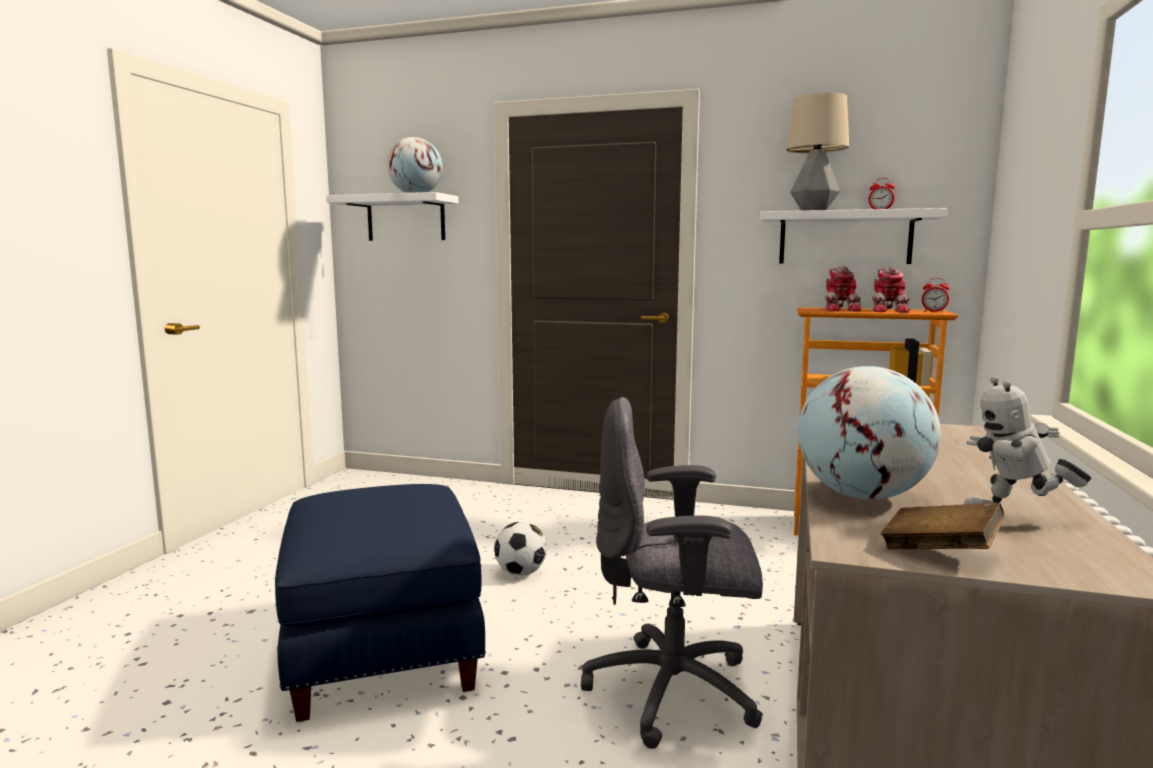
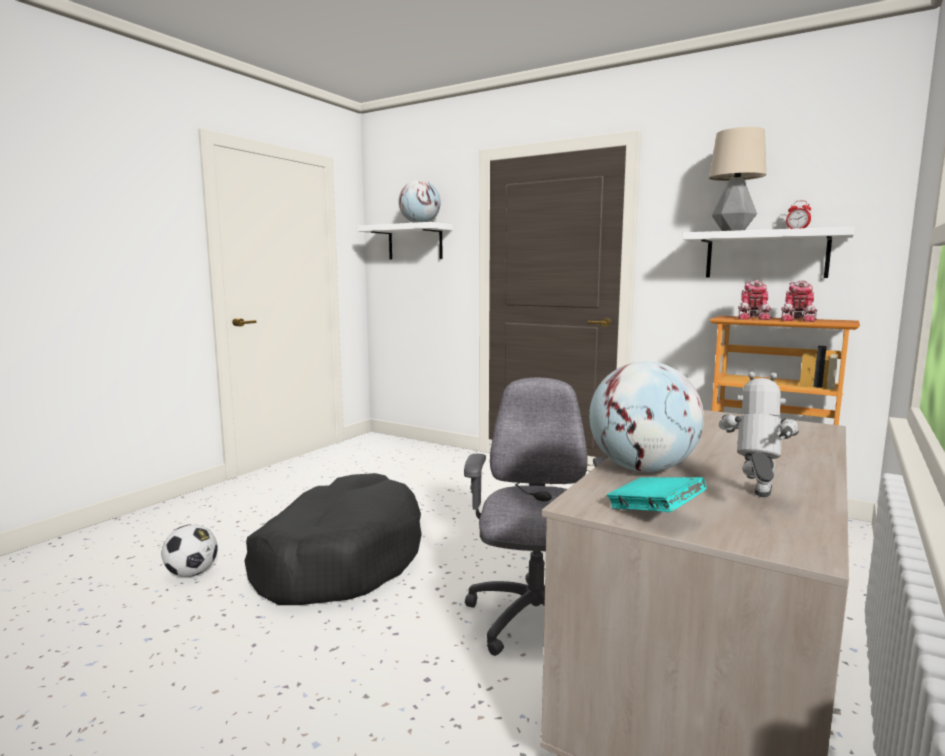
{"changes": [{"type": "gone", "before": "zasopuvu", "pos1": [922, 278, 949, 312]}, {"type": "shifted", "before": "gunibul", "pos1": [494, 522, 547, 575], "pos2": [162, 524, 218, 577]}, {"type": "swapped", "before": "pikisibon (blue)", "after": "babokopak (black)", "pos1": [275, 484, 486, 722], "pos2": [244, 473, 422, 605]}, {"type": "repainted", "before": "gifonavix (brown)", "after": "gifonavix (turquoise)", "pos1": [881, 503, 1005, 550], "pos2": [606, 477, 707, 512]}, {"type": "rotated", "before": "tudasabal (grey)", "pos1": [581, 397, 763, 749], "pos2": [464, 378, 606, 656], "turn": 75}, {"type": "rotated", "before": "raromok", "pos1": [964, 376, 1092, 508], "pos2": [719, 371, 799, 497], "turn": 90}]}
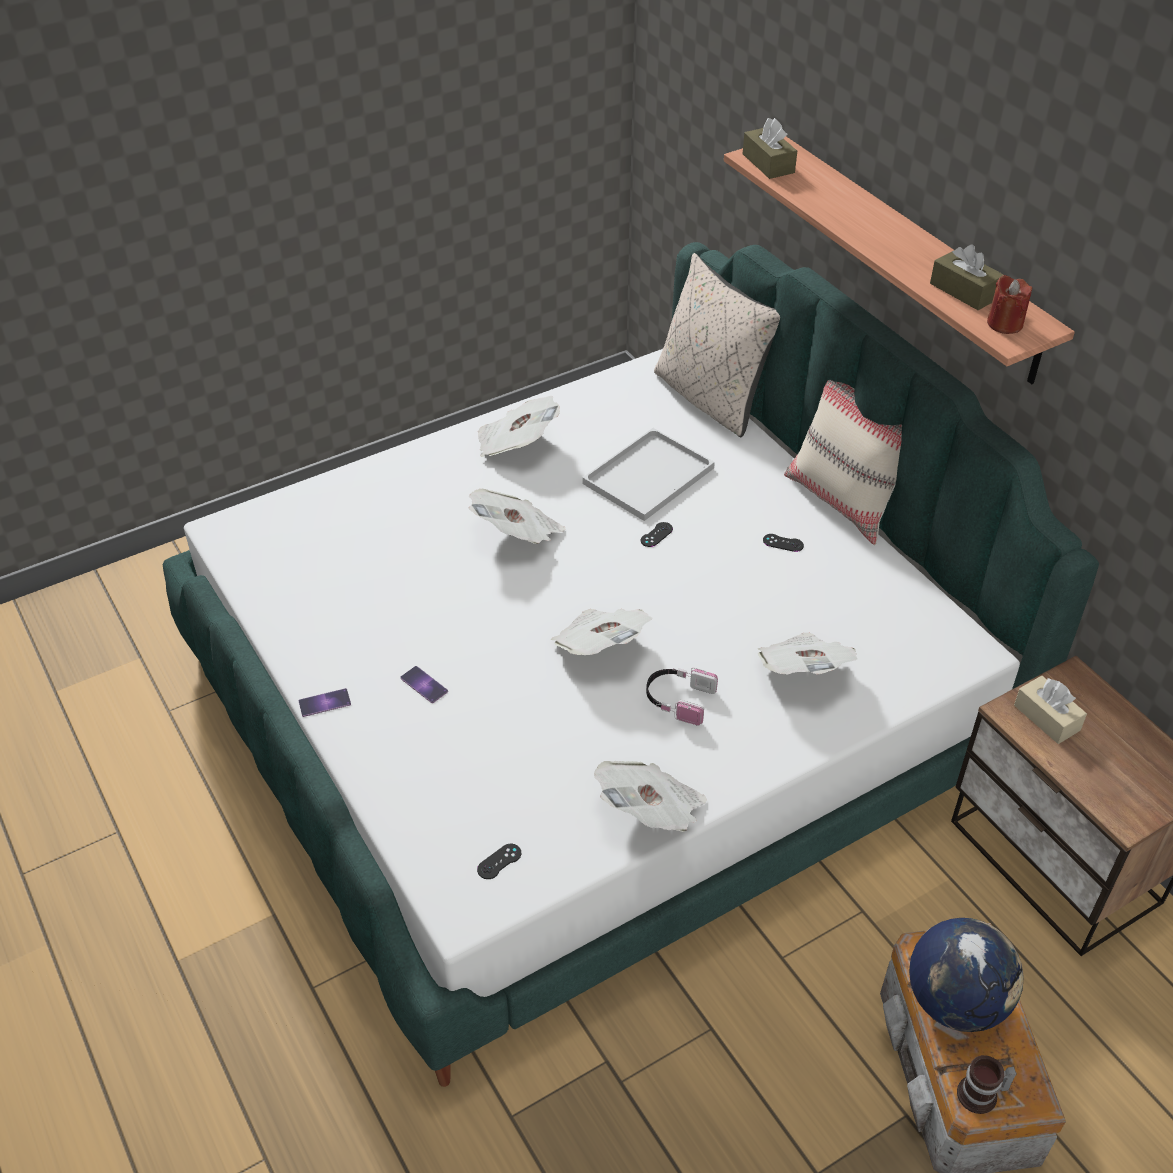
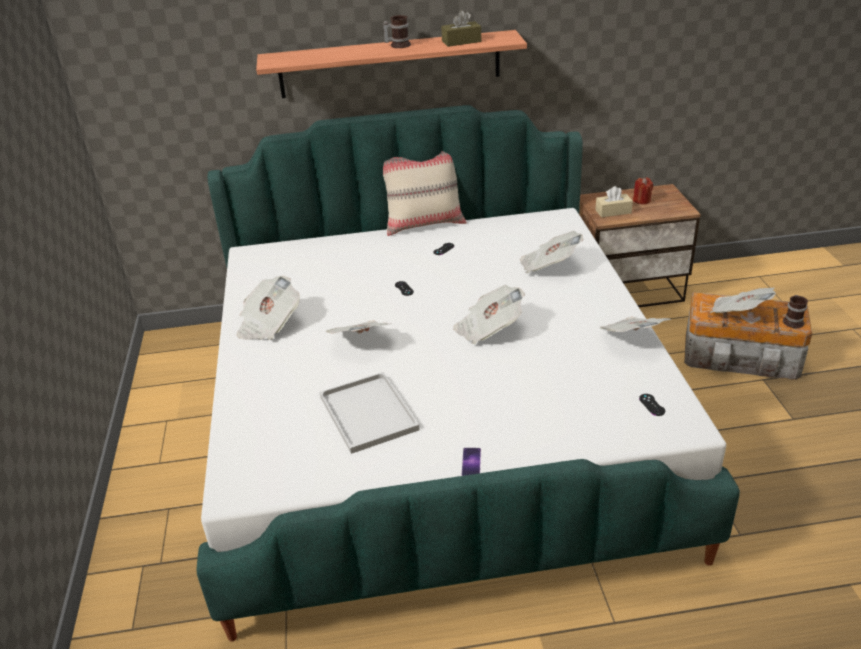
{"changes": [{"type": "gone", "before": "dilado", "pos1": [400, 666, 448, 703]}, {"type": "gone", "before": "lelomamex", "pos1": [646, 668, 718, 726]}, {"type": "gone", "before": "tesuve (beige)", "pos1": [654, 253, 780, 437]}, {"type": "gone", "before": "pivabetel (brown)", "pos1": [743, 118, 797, 179]}, {"type": "new", "after": "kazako", "pos2": [383, 15, 411, 48]}, {"type": "shifted", "before": "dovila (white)", "pos1": [583, 428, 715, 521], "pos2": [319, 372, 420, 454]}, {"type": "shifted", "before": "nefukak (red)", "pos1": [987, 275, 1032, 334], "pos2": [633, 178, 653, 204]}, {"type": "swapped", "before": "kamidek", "after": "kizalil", "pos1": [909, 918, 1024, 1032], "pos2": [710, 288, 776, 313]}]}
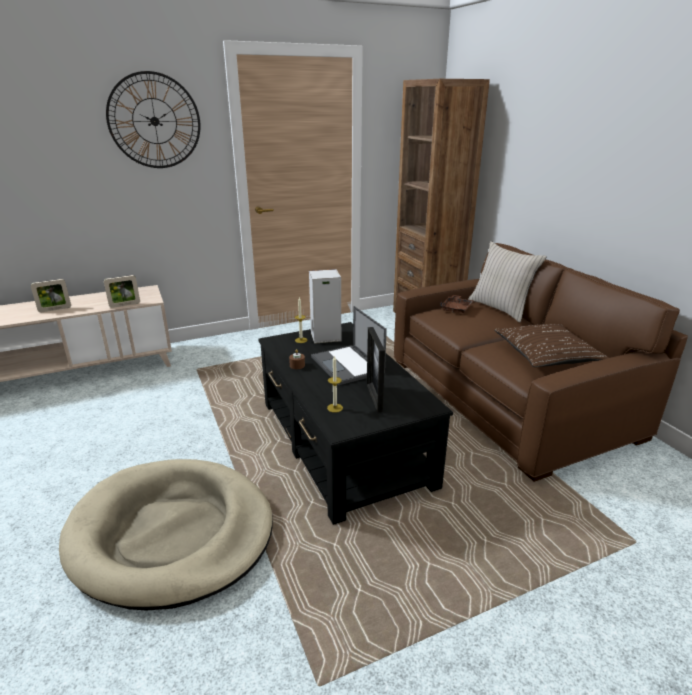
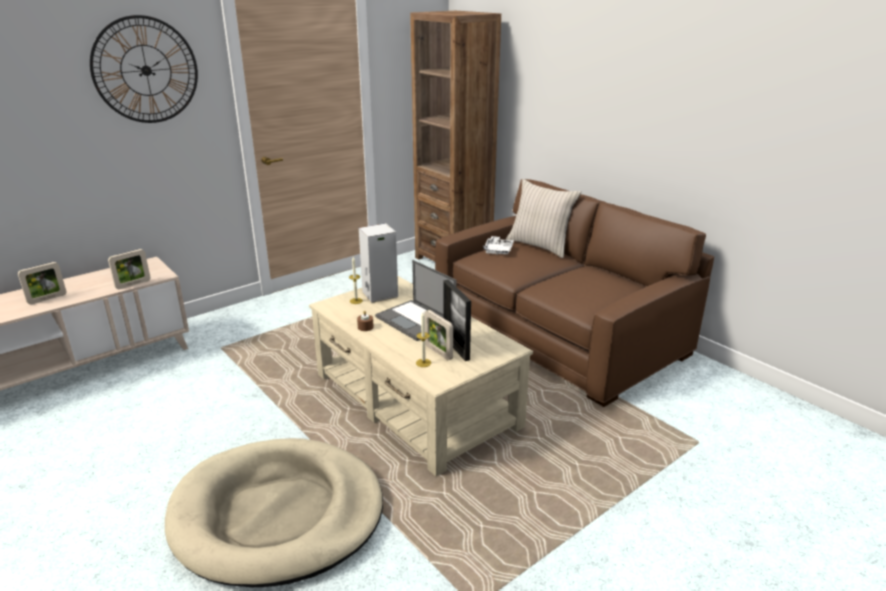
{"changes": [{"type": "gone", "before": "tesuve (brown)", "pos1": [494, 324, 609, 367]}, {"type": "new", "after": "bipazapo", "pos2": [424, 310, 453, 360]}, {"type": "repainted", "before": "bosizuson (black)", "after": "bosizuson (beige)", "pos1": [258, 322, 453, 525], "pos2": [309, 276, 533, 476]}, {"type": "repainted", "before": "dovila (brown)", "after": "dovila (white)", "pos1": [440, 295, 474, 313], "pos2": [483, 236, 514, 255]}]}
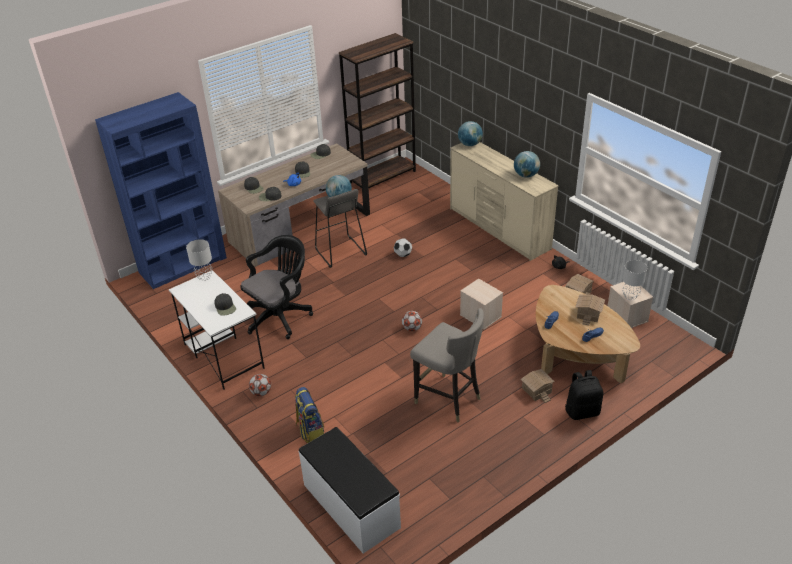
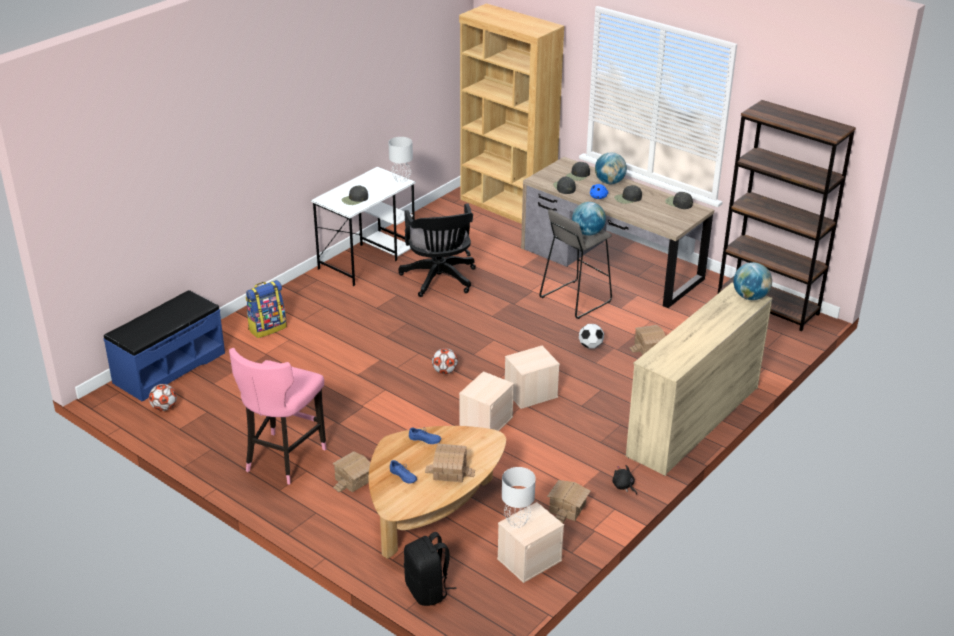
{"changes": [{"type": "gone", "before": "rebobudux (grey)", "pos1": [410, 308, 484, 422]}, {"type": "new", "after": "rebobudux (pink)", "pos2": [229, 348, 327, 484]}, {"type": "new", "after": "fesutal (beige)", "pos2": [505, 346, 560, 409]}, {"type": "new", "after": "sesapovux", "pos2": [630, 325, 666, 355]}, {"type": "shifted", "before": "gunibul", "pos1": [249, 374, 271, 396], "pos2": [149, 384, 177, 411]}, {"type": "shifted", "before": "kamidek", "pos1": [514, 151, 540, 178], "pos2": [595, 152, 627, 184]}, {"type": "shifted", "before": "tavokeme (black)", "pos1": [565, 370, 604, 420], "pos2": [404, 532, 456, 606]}, {"type": "repainted", "before": "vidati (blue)", "after": "vidati (brown)", "pos1": [95, 92, 227, 289], "pos2": [459, 4, 564, 224]}, {"type": "repainted", "before": "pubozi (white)", "after": "pubozi (blue)", "pos1": [299, 427, 401, 554], "pos2": [104, 290, 225, 402]}, {"type": "rotated", "before": "tudasabal (black)", "pos1": [240, 235, 313, 339], "pos2": [398, 204, 476, 297], "turn": 45}]}
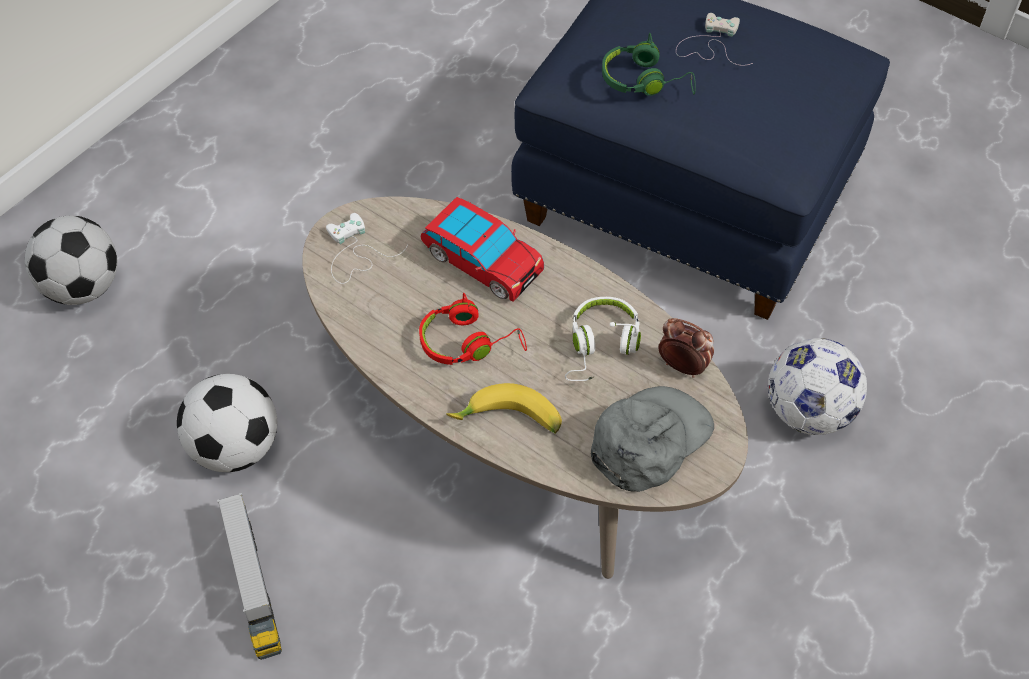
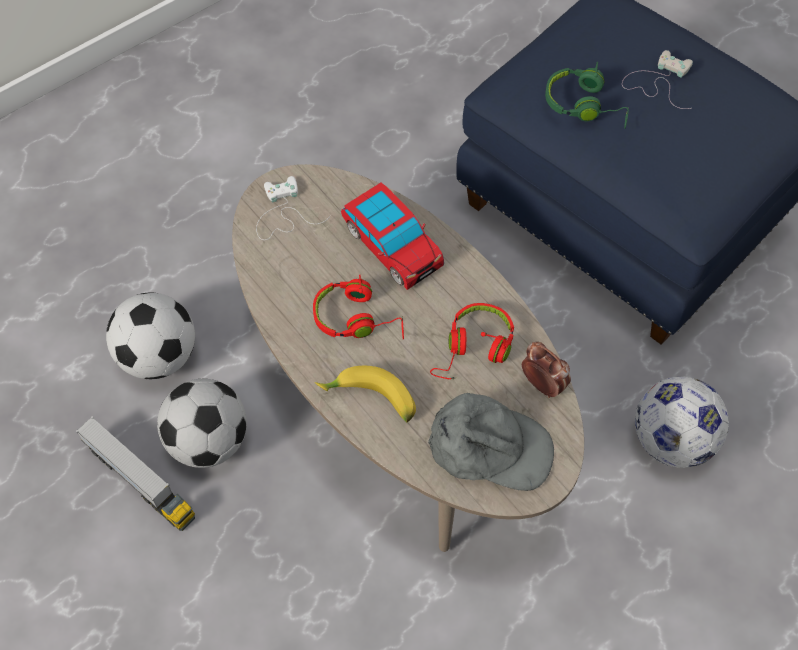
{"changes": [{"type": "shifted", "before": "gunibul", "pos1": [25, 216, 117, 305], "pos2": [157, 379, 247, 468]}, {"type": "repainted", "before": "lelomamex (white)", "after": "lelomamex (red)", "pos1": [565, 297, 641, 381], "pos2": [430, 303, 514, 379]}, {"type": "rotated", "before": "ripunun", "pos1": [217, 493, 282, 660], "pos2": [76, 416, 195, 531], "turn": -45}, {"type": "rotated", "before": "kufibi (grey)", "pos1": [591, 386, 714, 492], "pos2": [428, 393, 554, 491], "turn": 45}]}
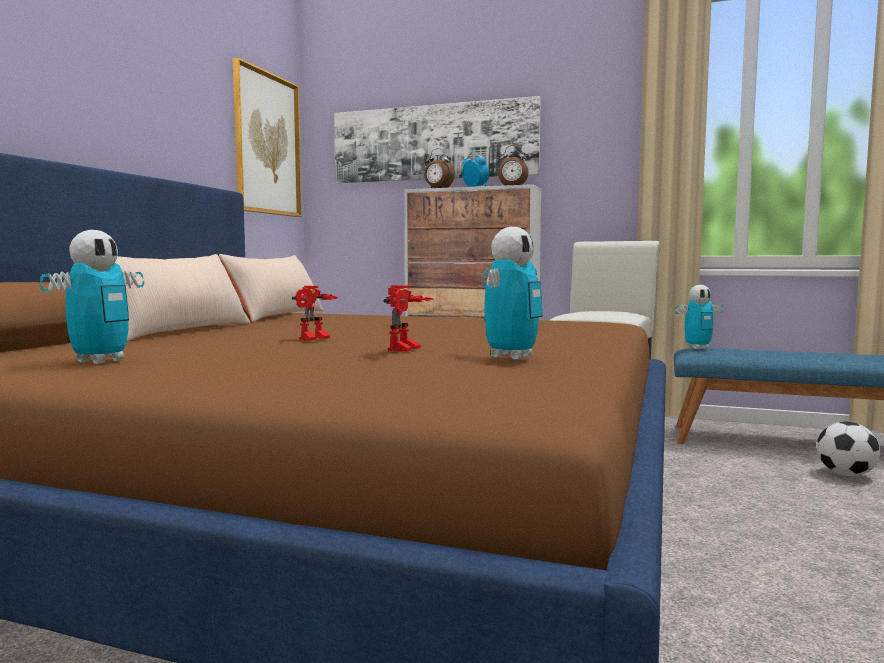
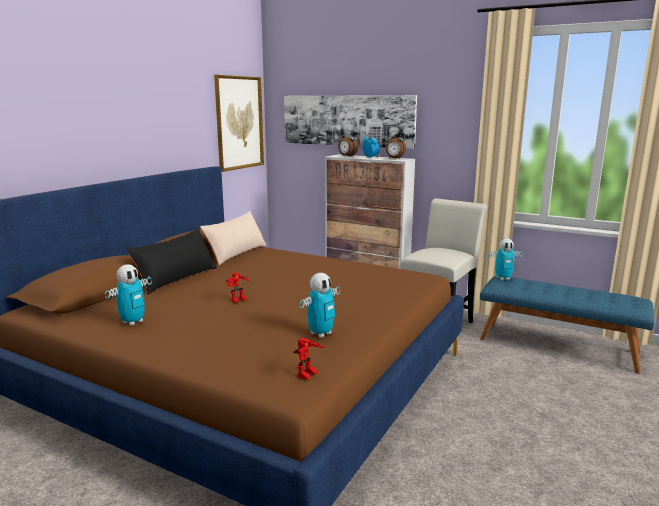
{"changes": [{"type": "gone", "before": "gunibul", "pos1": [817, 421, 880, 477]}, {"type": "shifted", "before": "raromok", "pos1": [384, 285, 434, 352], "pos2": [294, 338, 325, 380]}, {"type": "repainted", "before": "tesuve (beige)", "after": "tesuve (black)", "pos1": [115, 254, 251, 342], "pos2": [126, 228, 217, 295]}]}
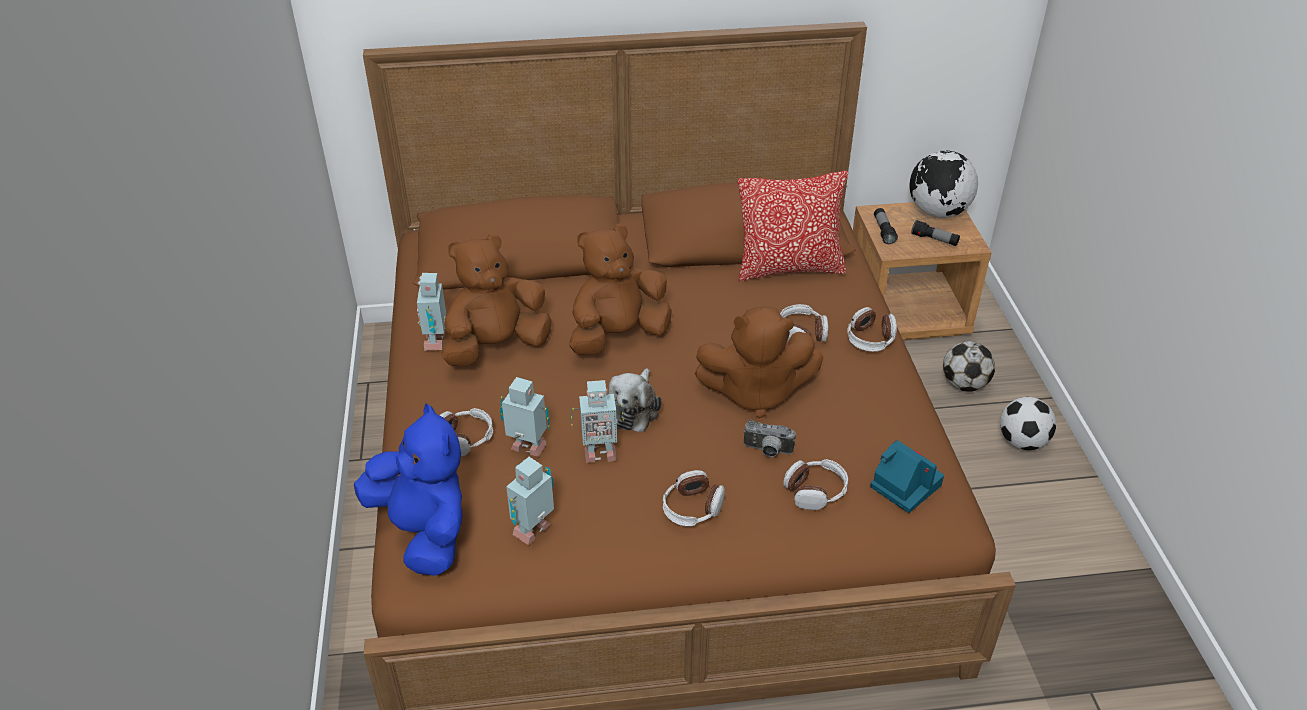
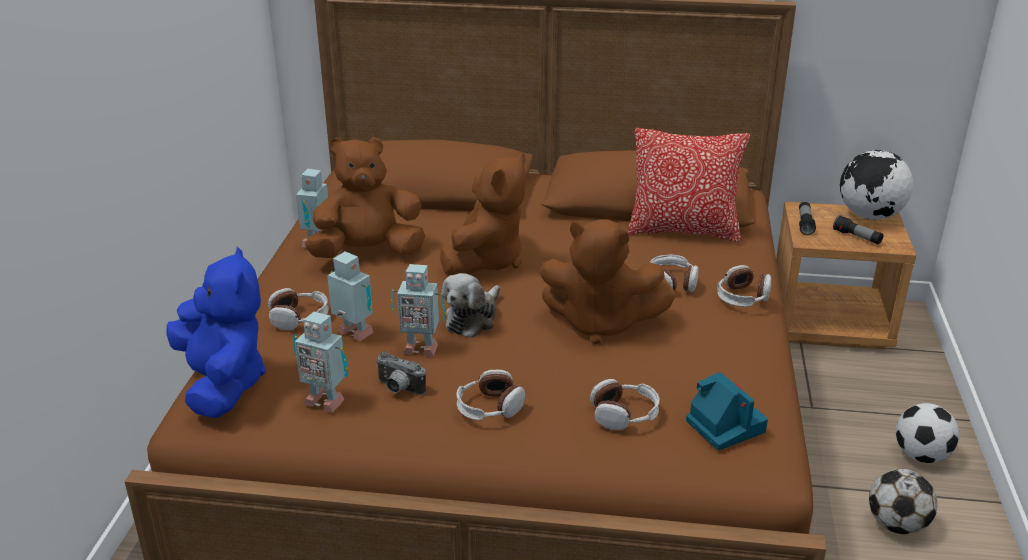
{"changes": [{"type": "shifted", "before": "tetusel", "pos1": [743, 420, 796, 457], "pos2": [376, 351, 426, 395]}, {"type": "shifted", "before": "gunibul", "pos1": [943, 341, 995, 392], "pos2": [869, 468, 937, 535]}, {"type": "rotated", "before": "raromok", "pos1": [506, 457, 554, 545], "pos2": [293, 312, 348, 412], "turn": -120}, {"type": "rotated", "before": "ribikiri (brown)", "pos1": [569, 224, 672, 355], "pos2": [440, 153, 526, 276], "turn": 135}]}
